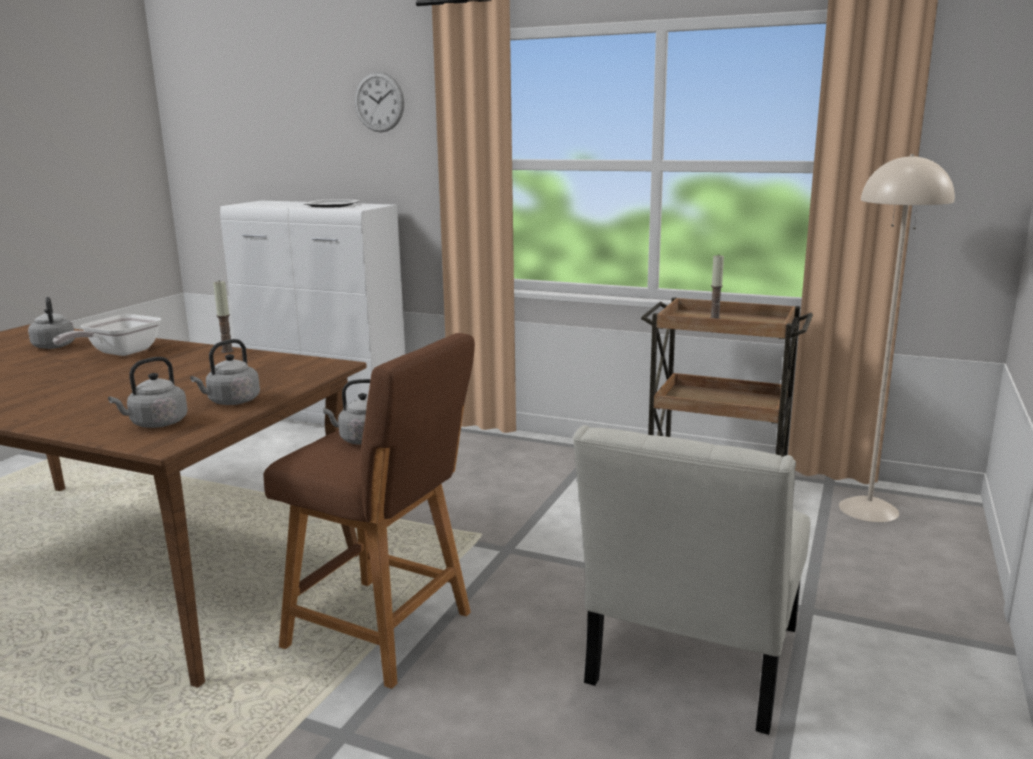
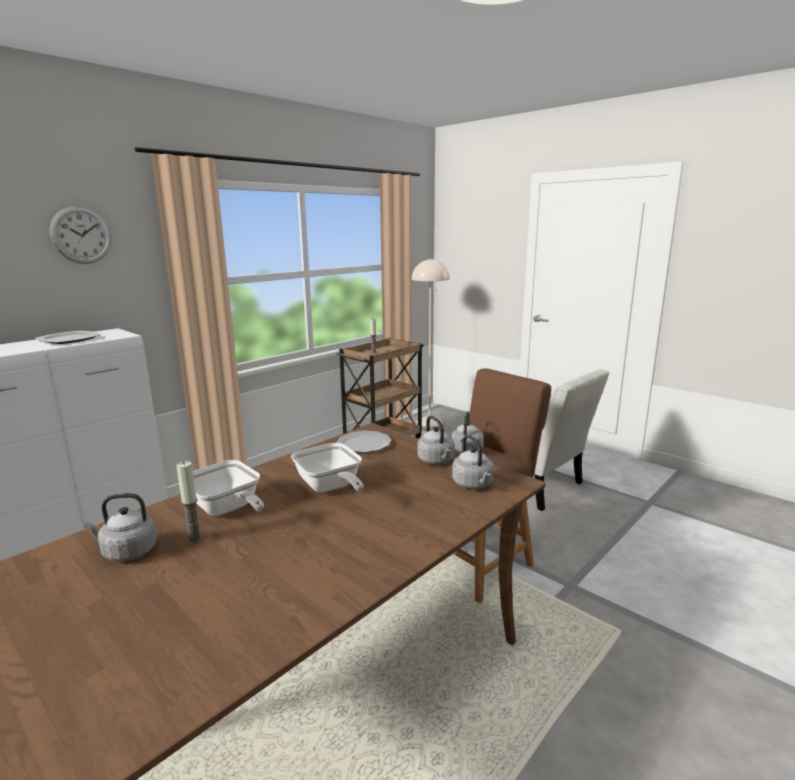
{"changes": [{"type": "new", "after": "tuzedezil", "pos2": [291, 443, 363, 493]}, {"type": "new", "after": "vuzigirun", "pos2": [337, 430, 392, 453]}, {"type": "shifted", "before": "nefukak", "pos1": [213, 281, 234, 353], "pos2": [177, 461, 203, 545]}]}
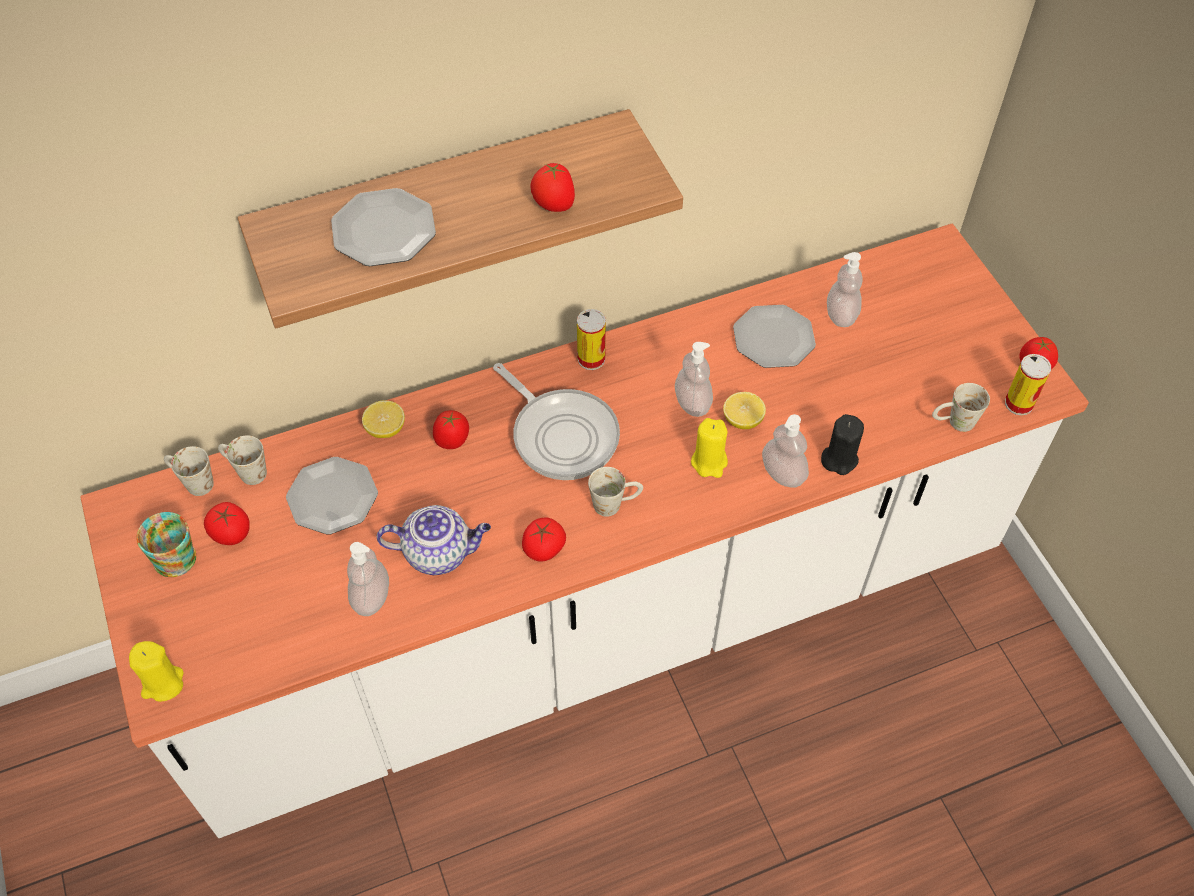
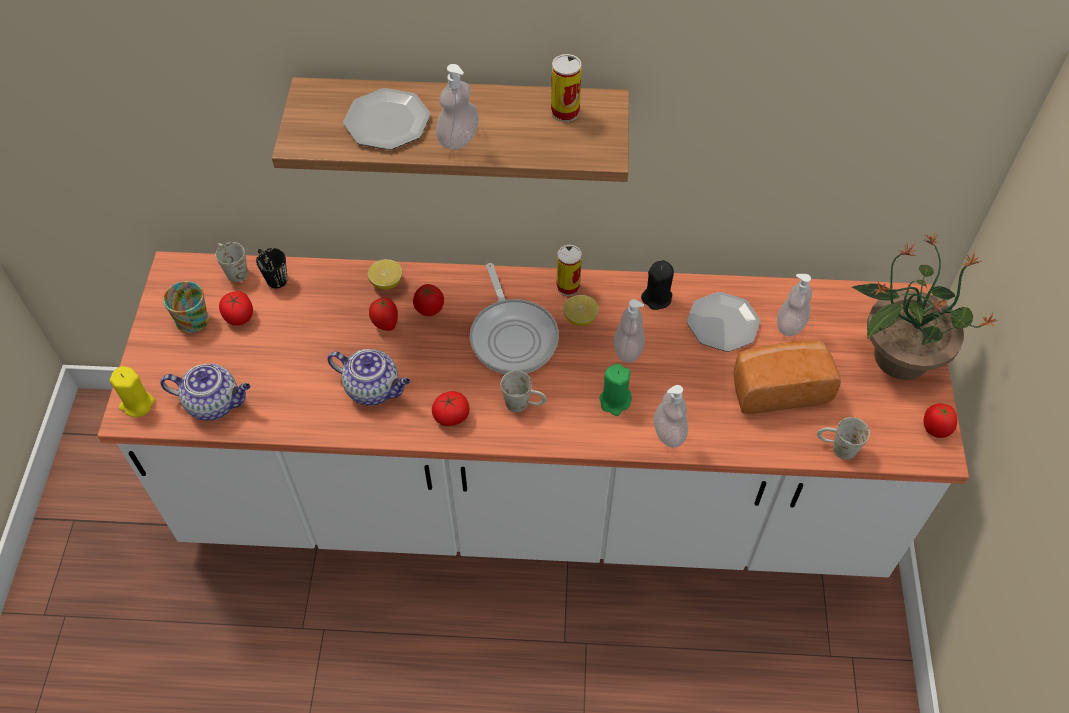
{"changes": [{"type": "gone", "before": "vuzigirun", "pos1": [286, 457, 378, 535]}, {"type": "new", "after": "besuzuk", "pos2": [160, 364, 250, 421]}, {"type": "new", "after": "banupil", "pos2": [733, 341, 841, 414]}, {"type": "new", "after": "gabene", "pos2": [852, 232, 998, 380]}, {"type": "shifted", "before": "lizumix", "pos1": [347, 542, 389, 616], "pos2": [436, 64, 479, 150]}, {"type": "shifted", "before": "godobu", "pos1": [530, 163, 575, 212], "pos2": [369, 298, 398, 331]}, {"type": "shifted", "before": "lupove", "pos1": [723, 392, 766, 429], "pos2": [563, 295, 598, 326]}, {"type": "shifted", "before": "nefukak (black)", "pos1": [821, 414, 864, 475], "pos2": [641, 260, 674, 310]}, {"type": "shifted", "before": "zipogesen", "pos1": [1005, 354, 1051, 415], "pos2": [551, 54, 582, 122]}, {"type": "repainted", "before": "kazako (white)", "after": "kazako (black)", "pos1": [218, 435, 267, 485], "pos2": [256, 248, 288, 288]}, {"type": "repainted", "before": "nefukak (yellow)", "after": "nefukak (green)", "pos1": [691, 418, 728, 478], "pos2": [599, 363, 632, 416]}]}
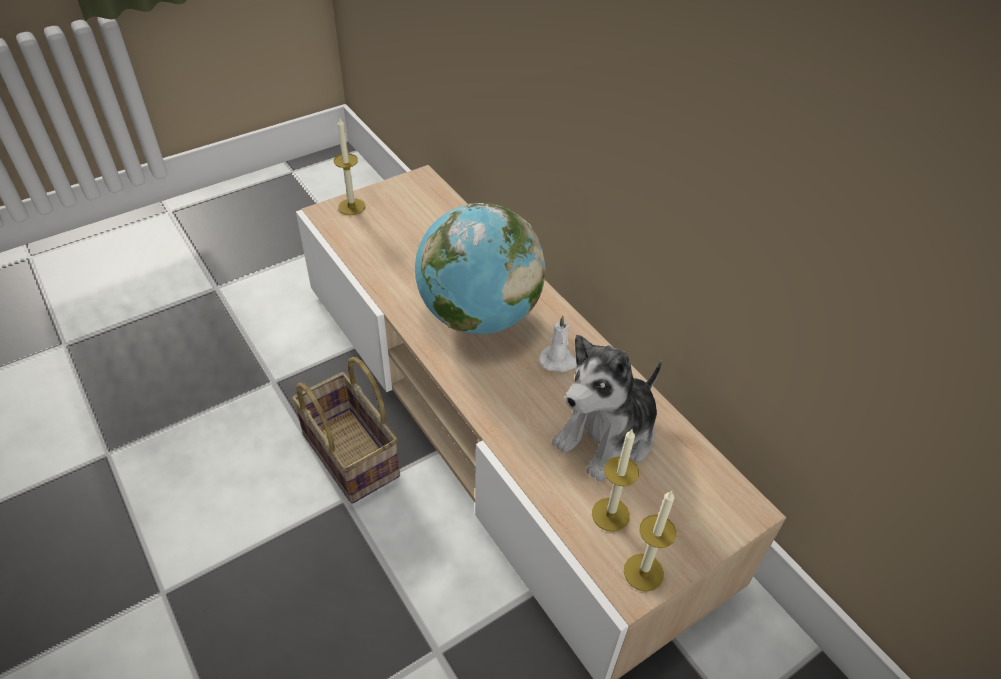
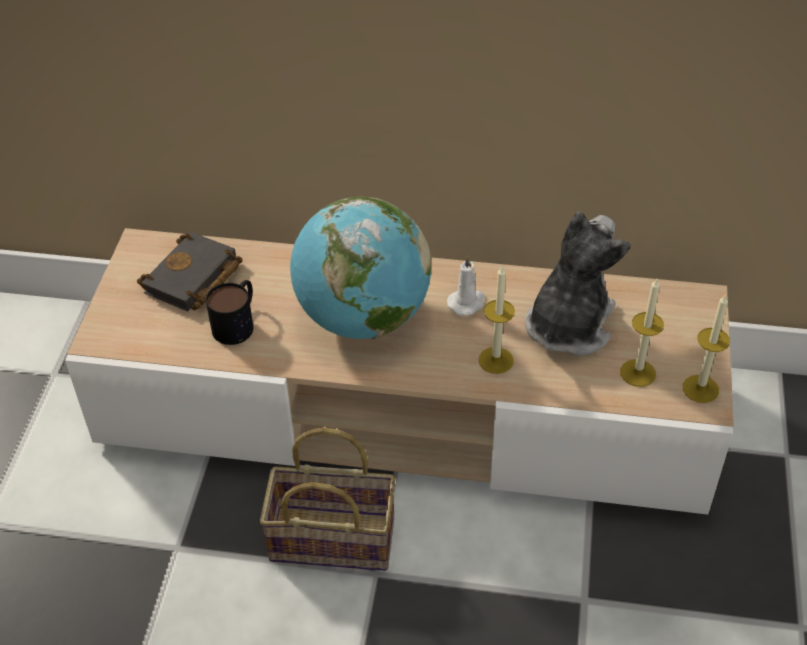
{"changes": [{"type": "new", "after": "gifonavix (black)", "pos2": [137, 232, 243, 311]}, {"type": "new", "after": "kazako", "pos2": [206, 280, 253, 345]}, {"type": "shifted", "before": "nefukak", "pos1": [334, 118, 366, 215], "pos2": [479, 265, 515, 374]}, {"type": "rotated", "before": "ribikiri", "pos1": [552, 335, 662, 482], "pos2": [525, 211, 631, 356], "turn": -150}]}
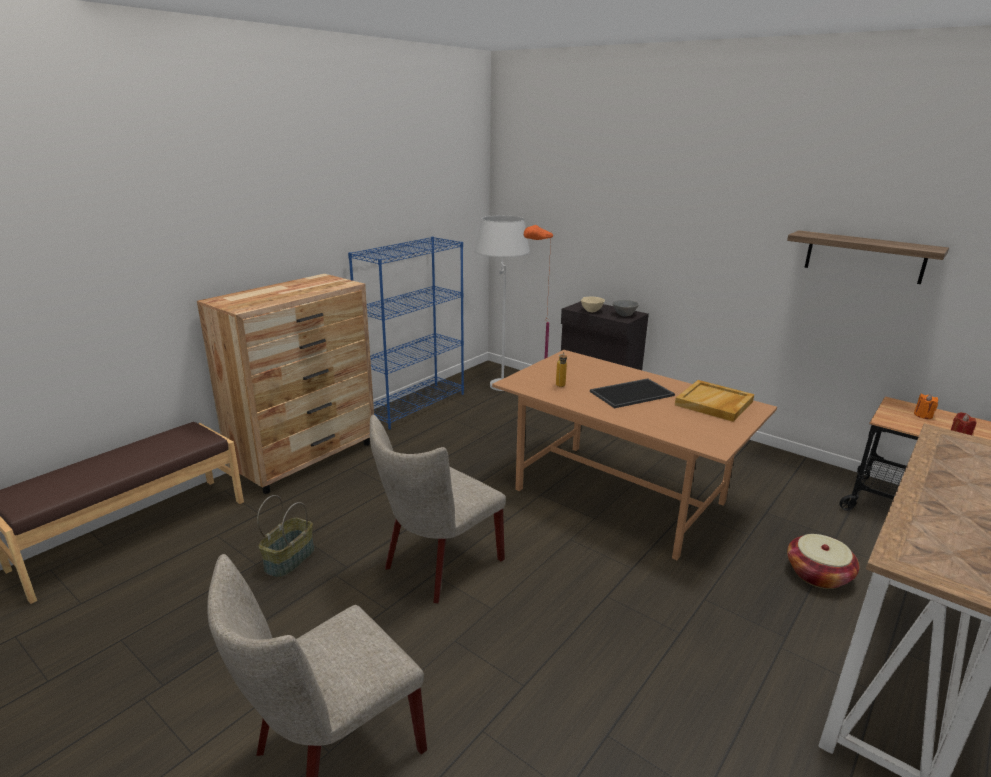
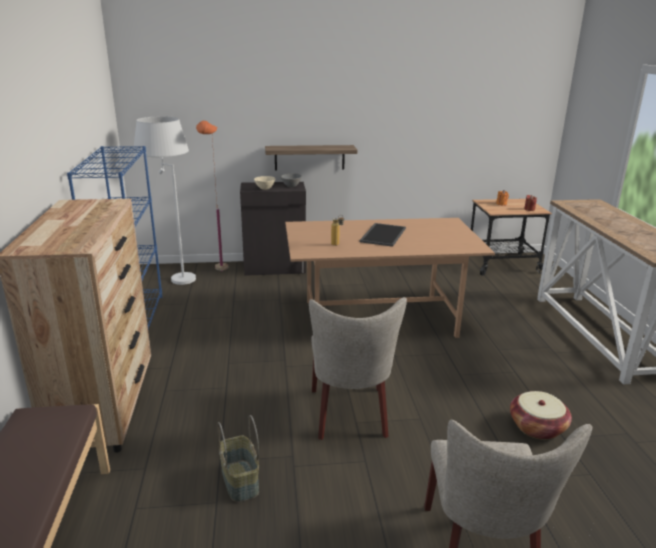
{"changes": [{"type": "gone", "before": "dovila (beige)", "pos1": [675, 380, 754, 422]}, {"type": "shifted", "before": "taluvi", "pos1": [787, 230, 949, 284], "pos2": [265, 145, 357, 170]}, {"type": "shifted", "before": "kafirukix", "pos1": [787, 534, 859, 589], "pos2": [510, 391, 572, 440]}]}
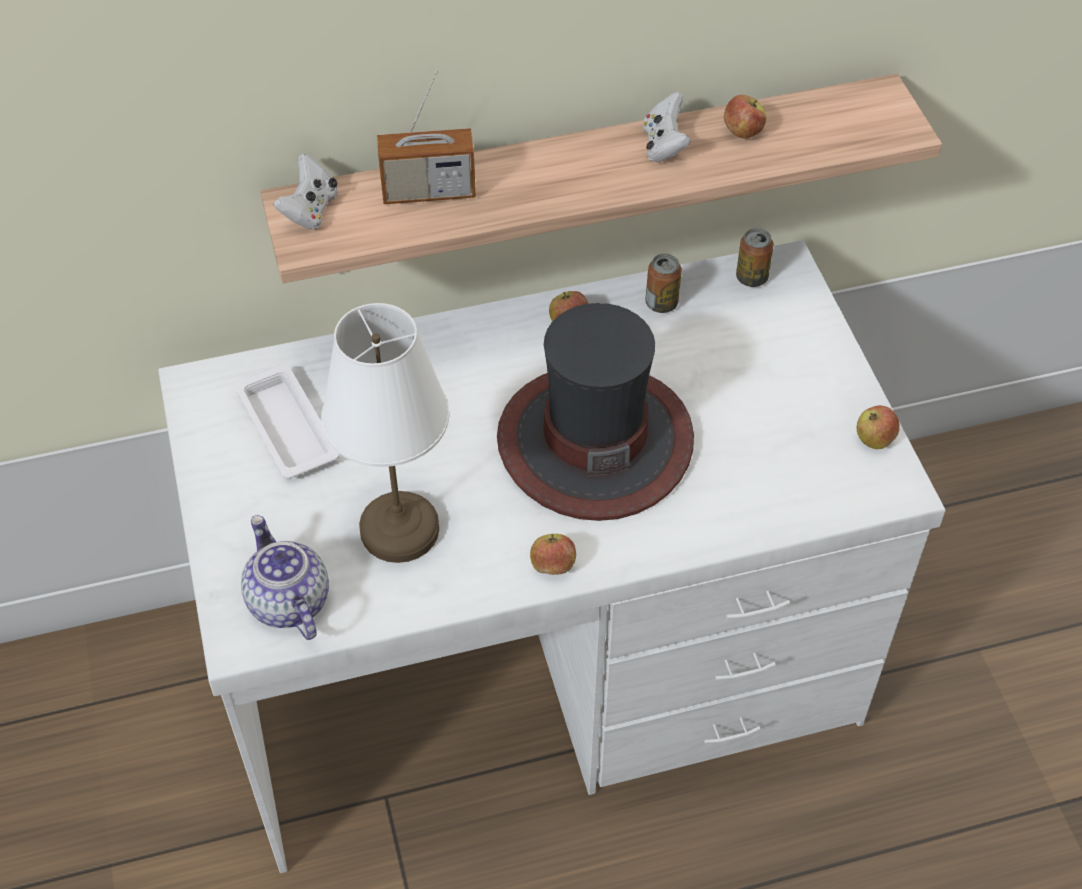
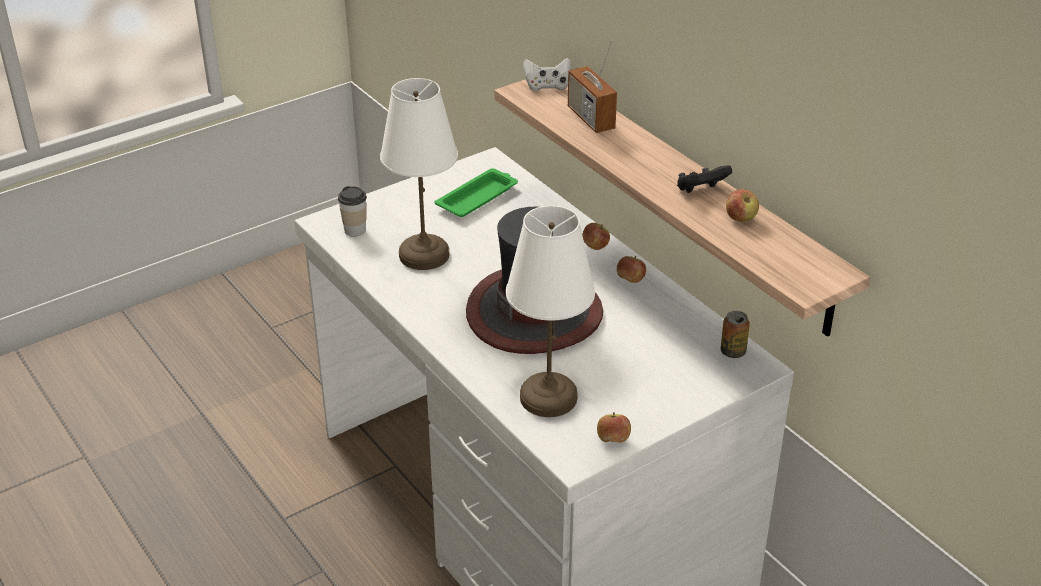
{"changes": [{"type": "gone", "before": "zipogesen", "pos1": [645, 254, 682, 313]}, {"type": "new", "after": "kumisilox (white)", "pos2": [506, 206, 595, 417]}, {"type": "shifted", "before": "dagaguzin", "pos1": [530, 534, 576, 575], "pos2": [582, 223, 610, 250]}, {"type": "swapped", "before": "besuzuk", "after": "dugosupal", "pos1": [241, 515, 329, 640], "pos2": [338, 186, 367, 237]}, {"type": "repainted", "before": "dovila (white)", "after": "dovila (green)", "pos1": [235, 365, 340, 479], "pos2": [434, 168, 518, 217]}, {"type": "repainted", "before": "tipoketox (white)", "after": "tipoketox (black)", "pos1": [643, 92, 691, 162], "pos2": [677, 165, 732, 193]}]}
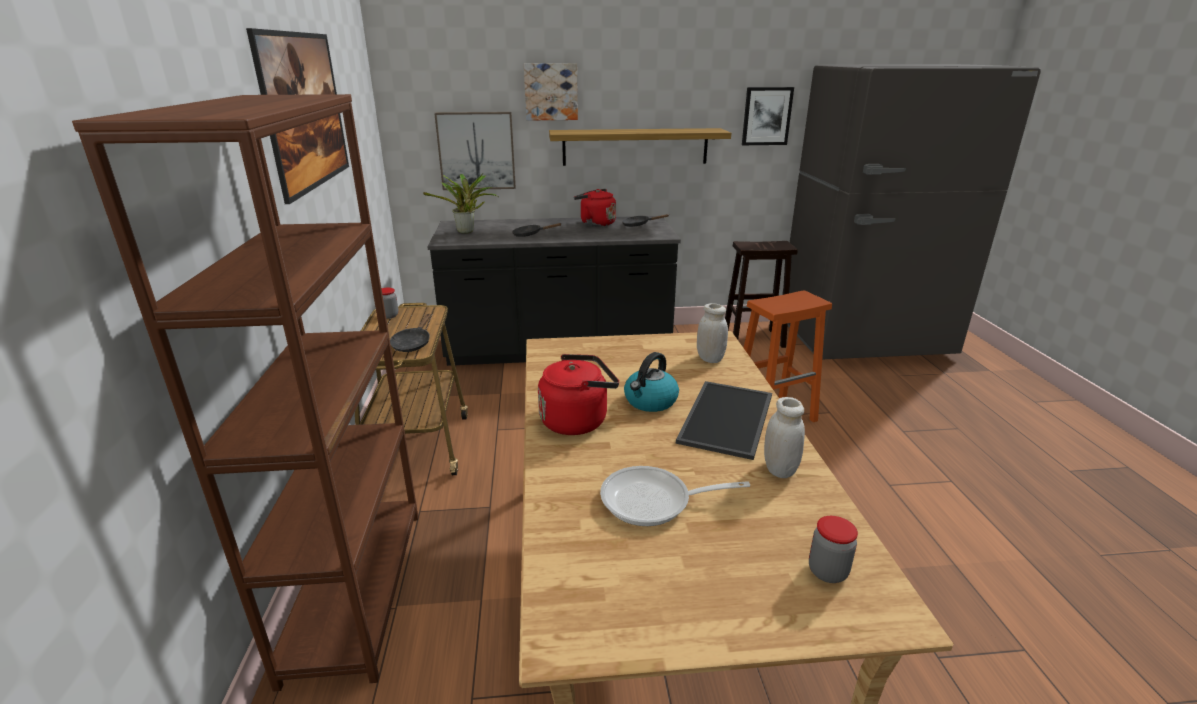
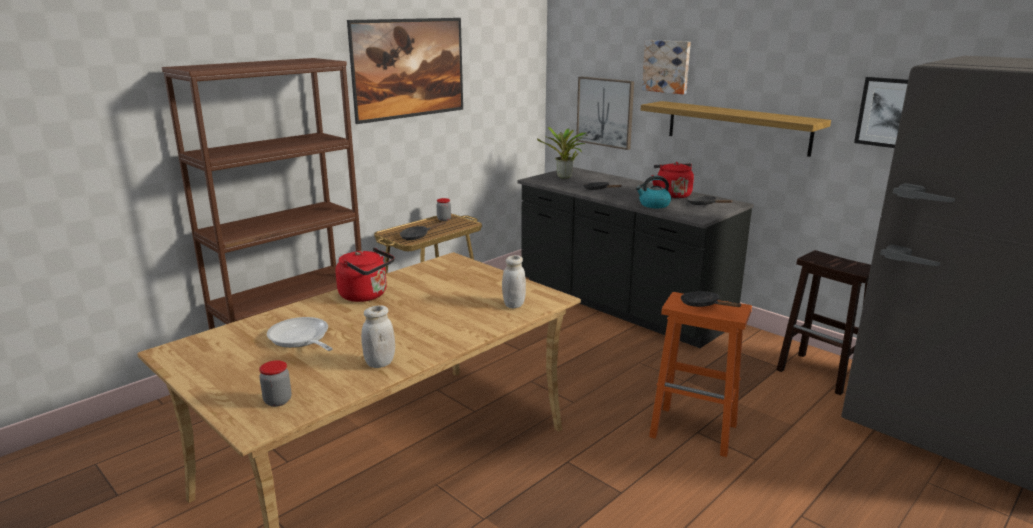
{"changes": [{"type": "gone", "before": "dovila", "pos1": [676, 381, 772, 460]}, {"type": "new", "after": "tuzedezil (black)", "pos2": [681, 291, 741, 307]}, {"type": "shifted", "before": "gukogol", "pos1": [624, 352, 679, 412], "pos2": [636, 176, 671, 208]}]}
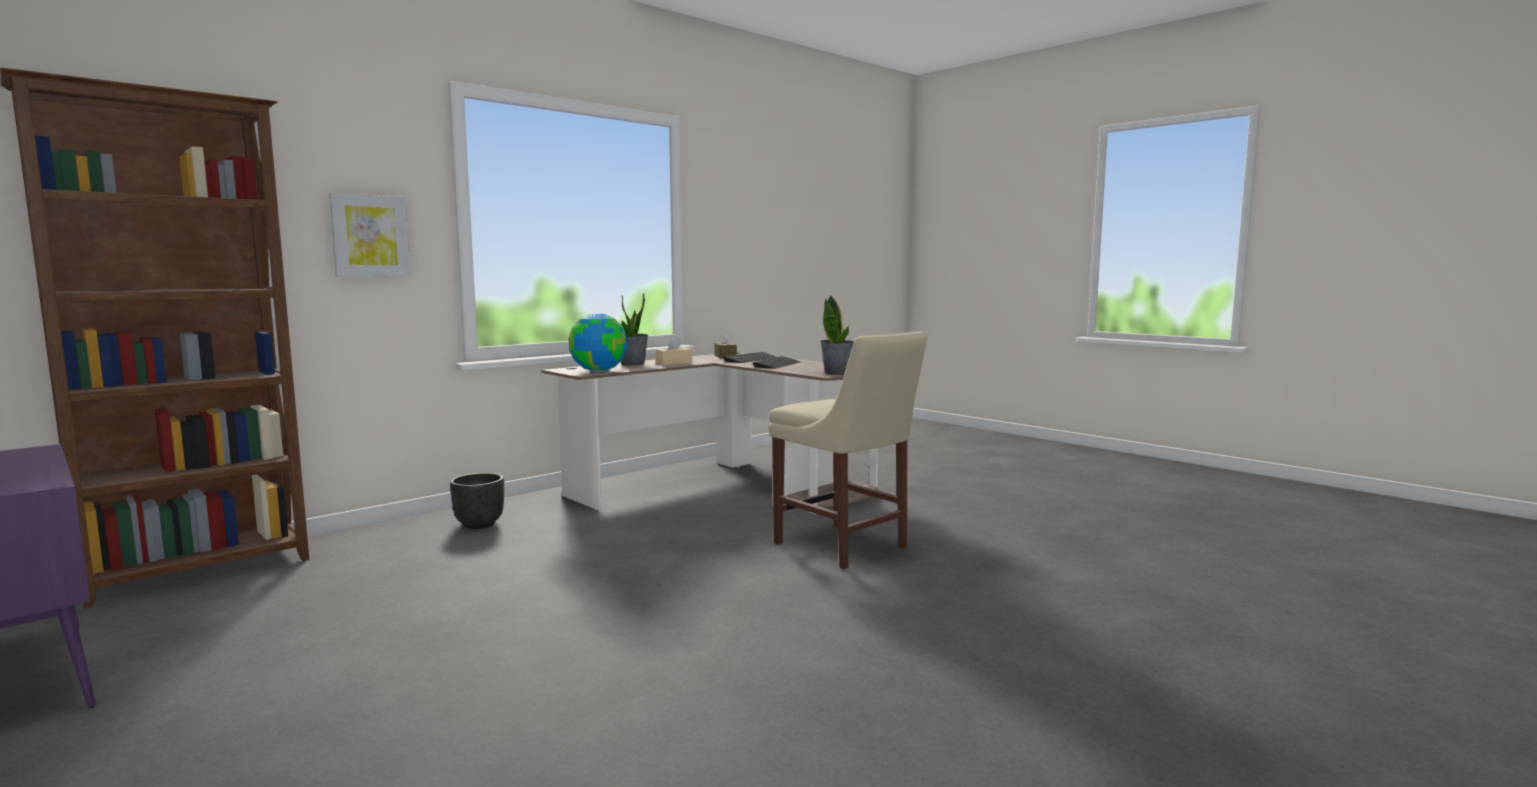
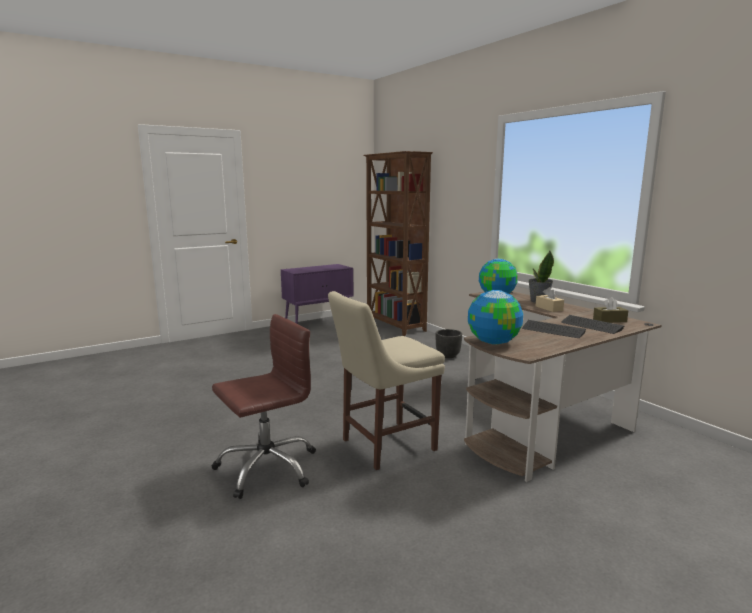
{"changes": [{"type": "gone", "before": "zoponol", "pos1": [329, 193, 411, 277]}, {"type": "new", "after": "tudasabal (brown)", "pos2": [211, 314, 316, 499]}, {"type": "swapped", "before": "gabene", "after": "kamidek", "pos1": [820, 295, 854, 375], "pos2": [468, 290, 523, 345]}]}
